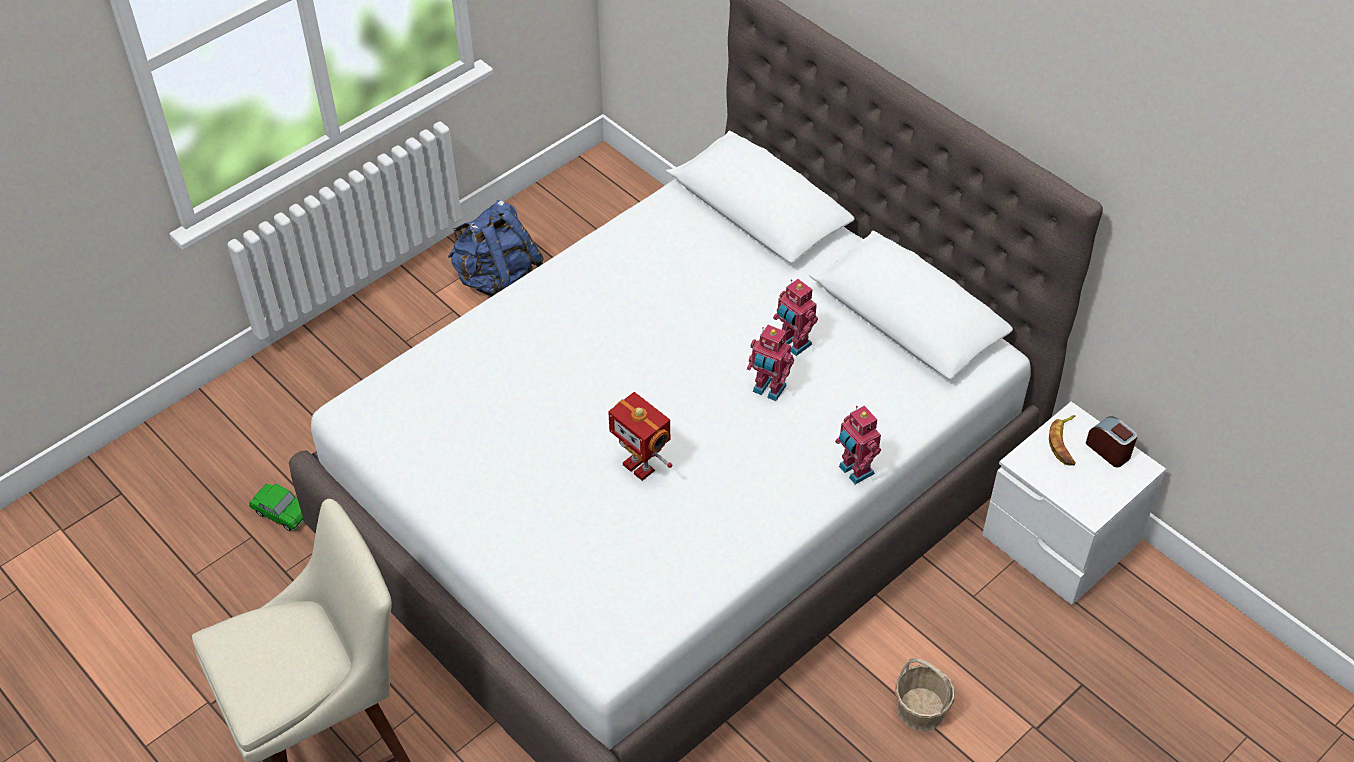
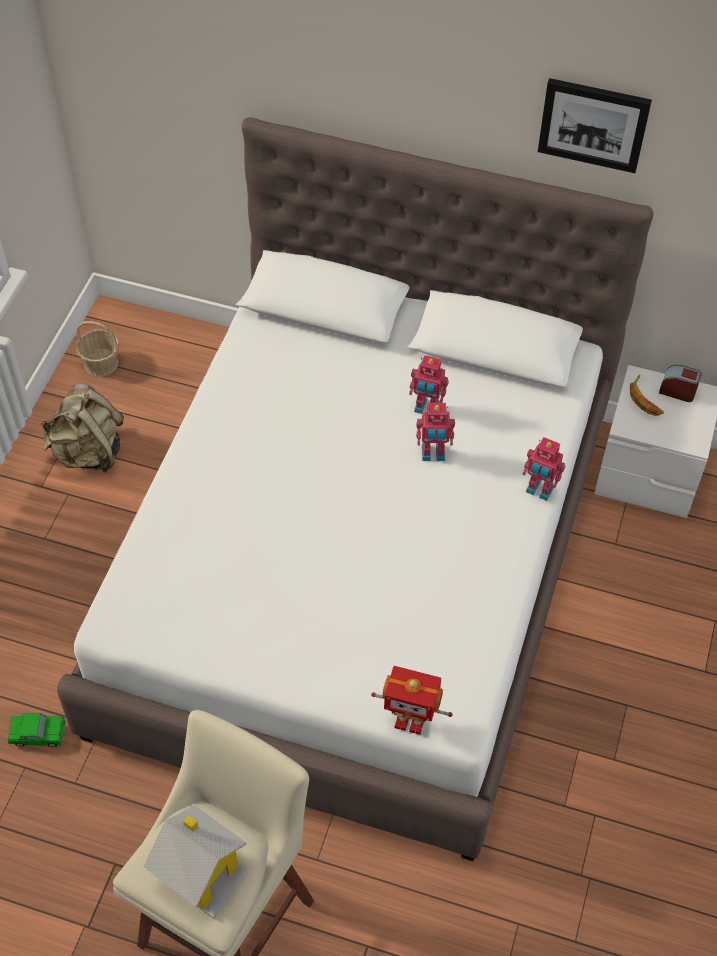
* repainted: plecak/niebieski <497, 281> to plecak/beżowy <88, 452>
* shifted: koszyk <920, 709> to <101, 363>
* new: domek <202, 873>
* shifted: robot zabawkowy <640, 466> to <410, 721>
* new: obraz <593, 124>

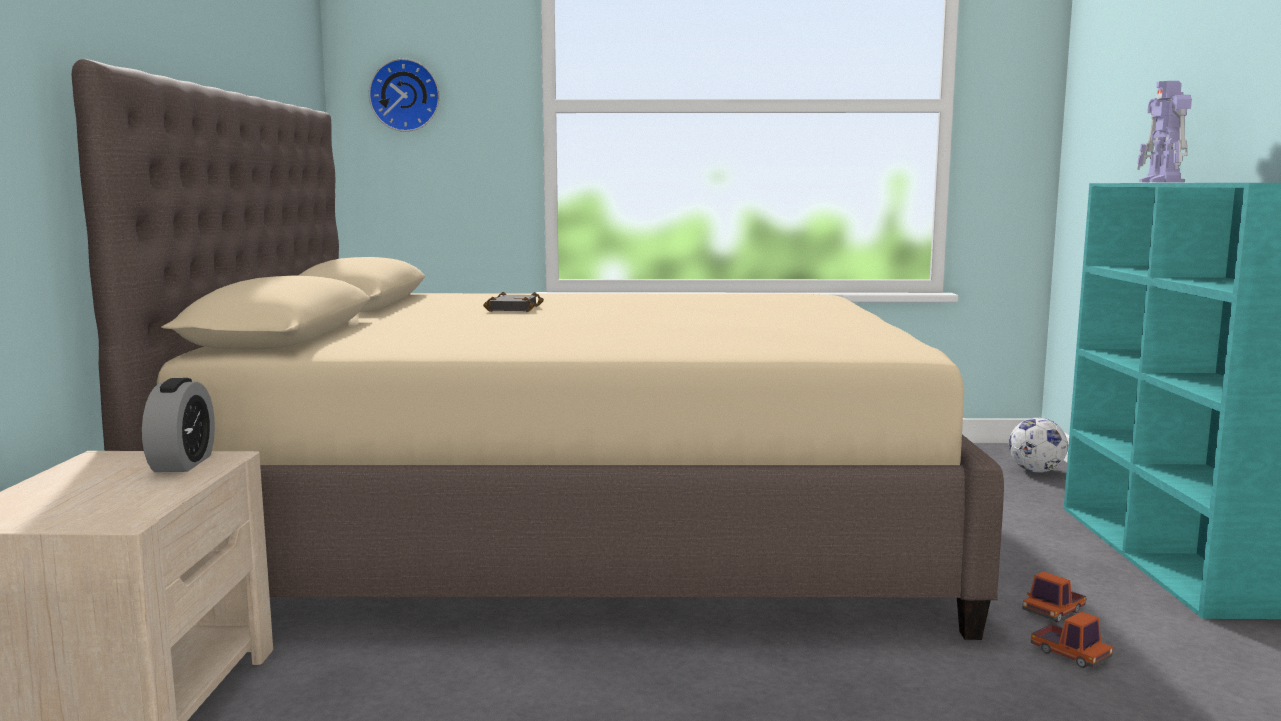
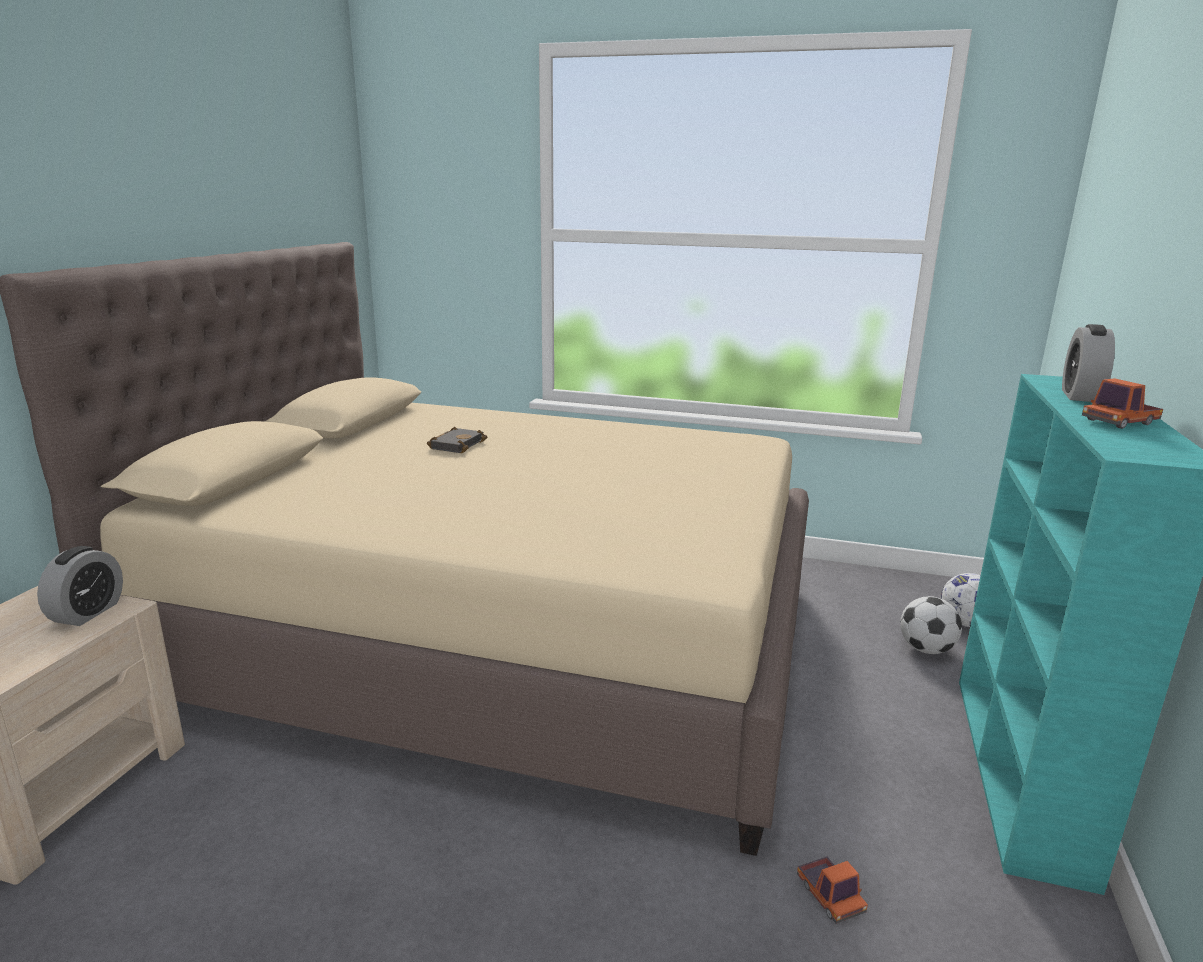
* new: piłka futbolowa <926, 649>
* swapped: robot zabawkowy <1161, 182> to budzik <1080, 396>
* shifted: ciężarówka zabawkowa <1053, 611> to <1119, 422>
* gone: zegar ścienny <405, 95>

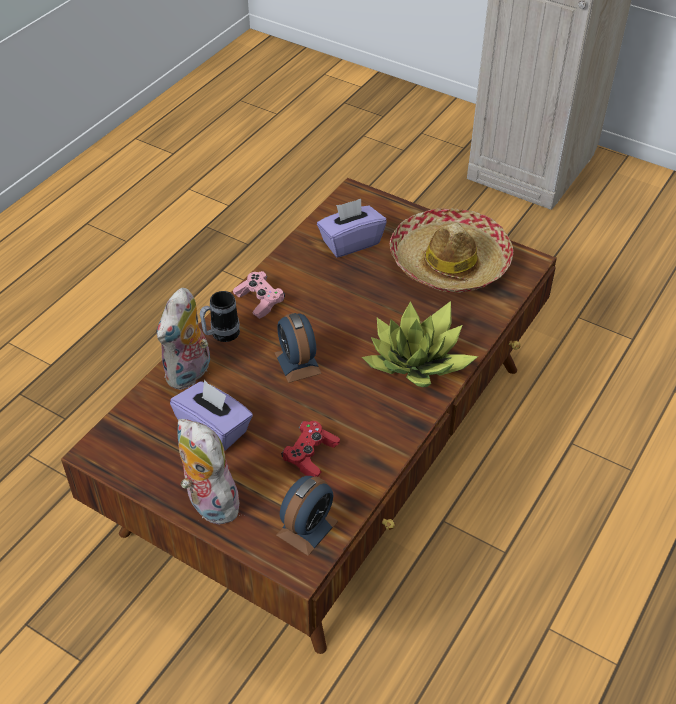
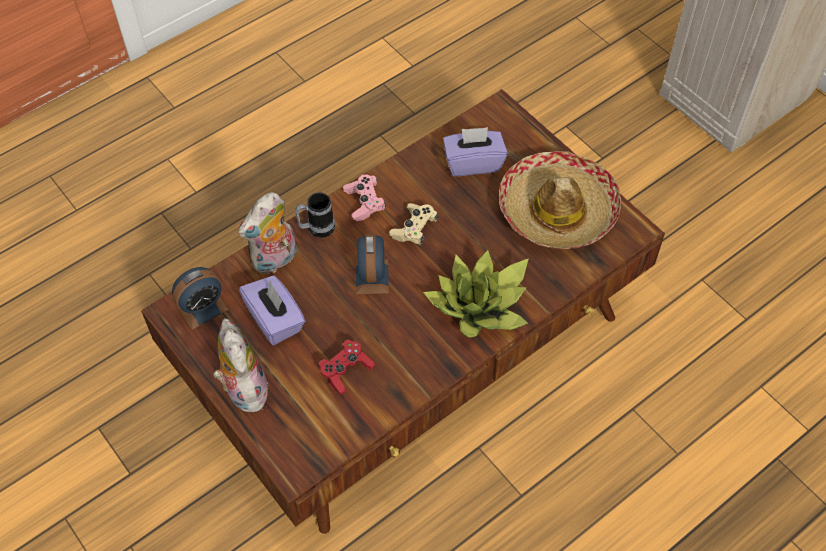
* shifted: budzik <307, 528> to <202, 308>
* new: pad do gier/beżowy <414, 229>

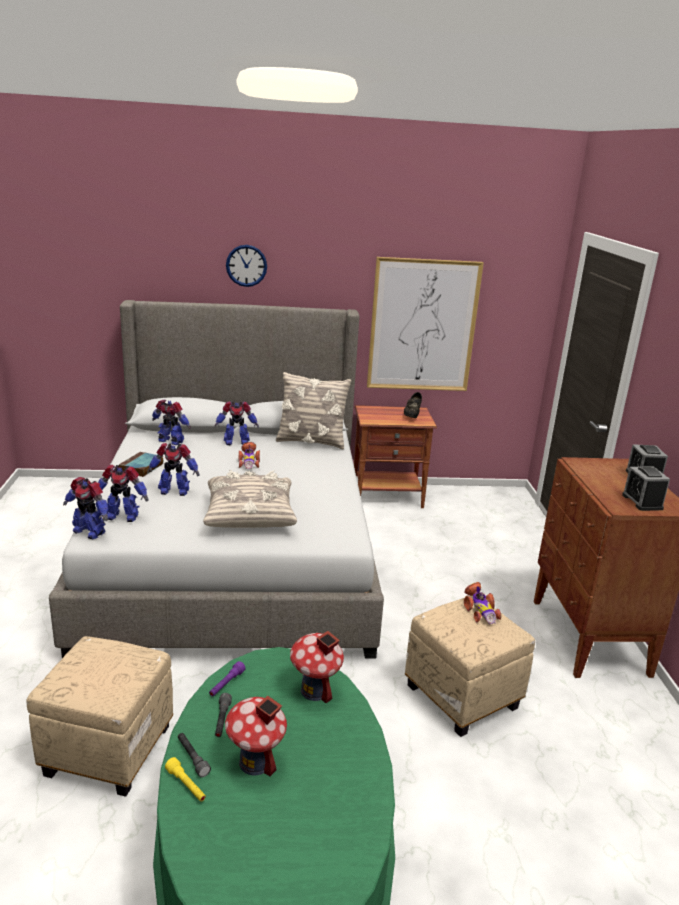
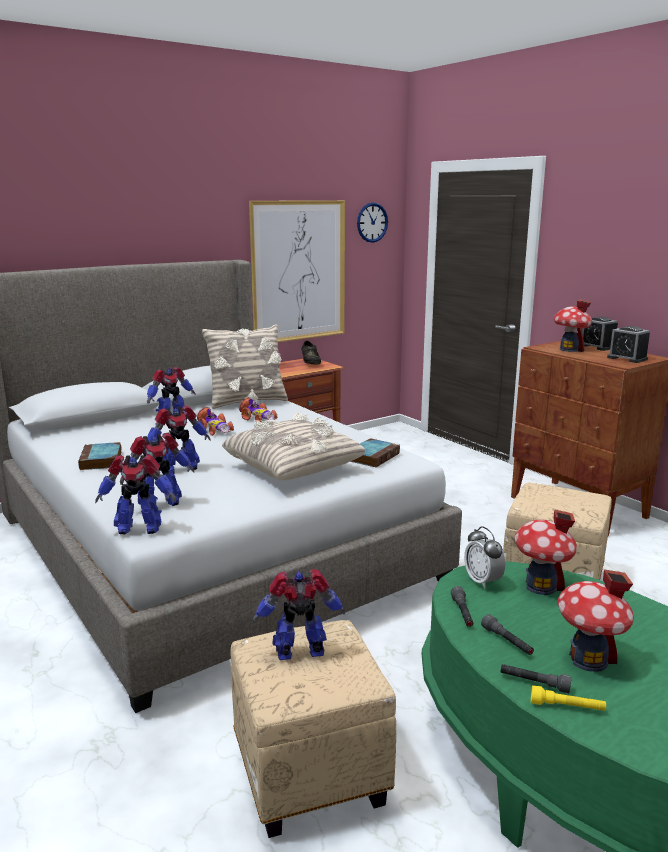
* shifted: samochodzik <480, 610> to <257, 418>
* shifted: robot zabawkowy <171, 442> to <301, 652>
* new: książka <373, 456>
* shifted: zegar ścienny <246, 265> to <372, 222>
* repainted: latarka/fioletowy <226, 684> to latarka/szary <462, 613>
* new: budzik <482, 581>
* new: domek <569, 349>

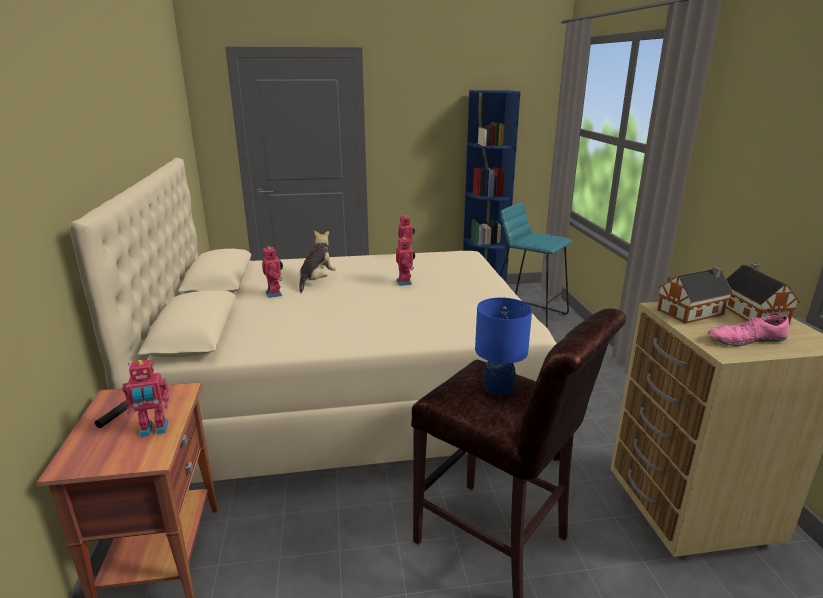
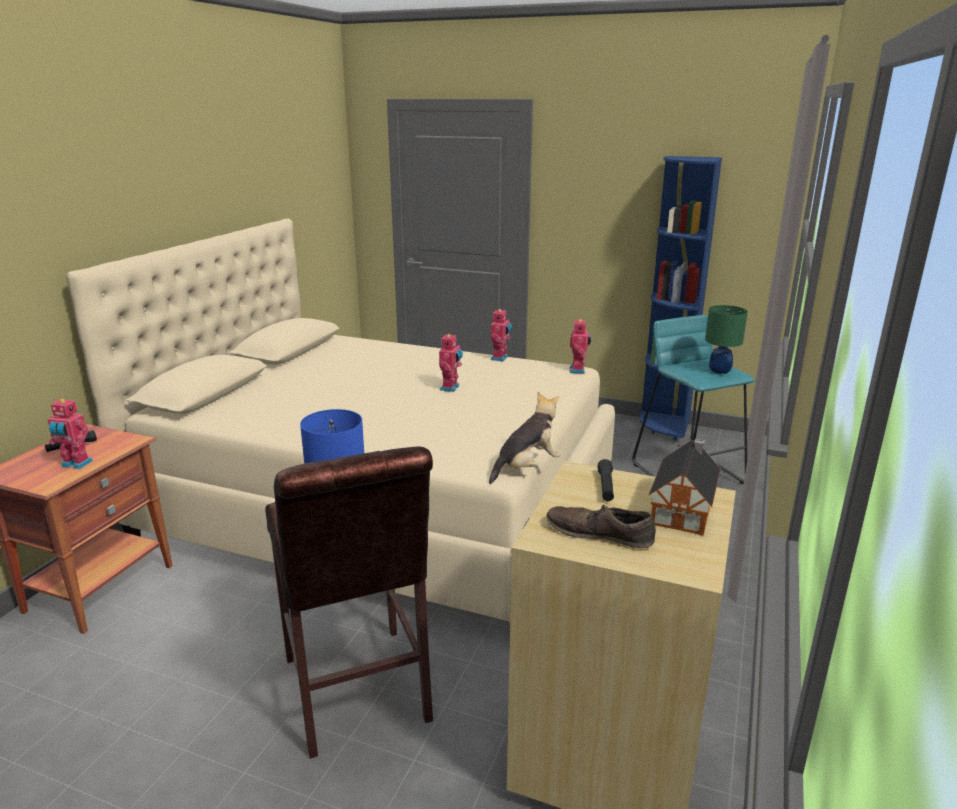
* shifted: pluszak <316, 281> to <526, 468>
* repainted: but/różowy <745, 340> to but/brązowy <599, 533>
* shifted: robot zabawkowy <275, 294> to <578, 370>
* swapped: domek <692, 312> to latarka/czarny <605, 487>
* new: lampa stołowa/zielony <720, 372>

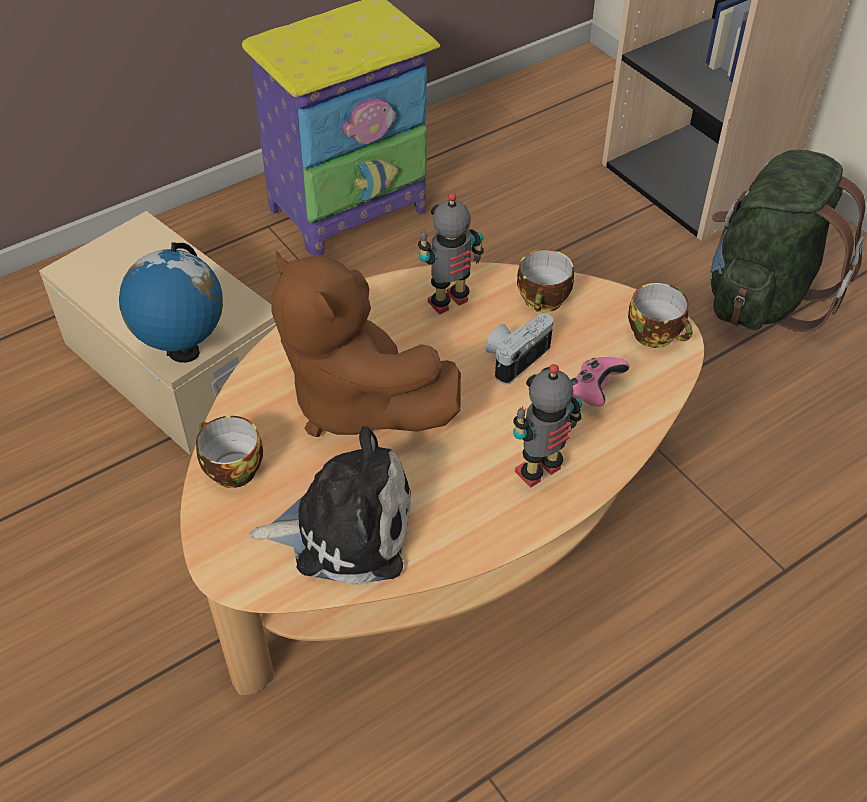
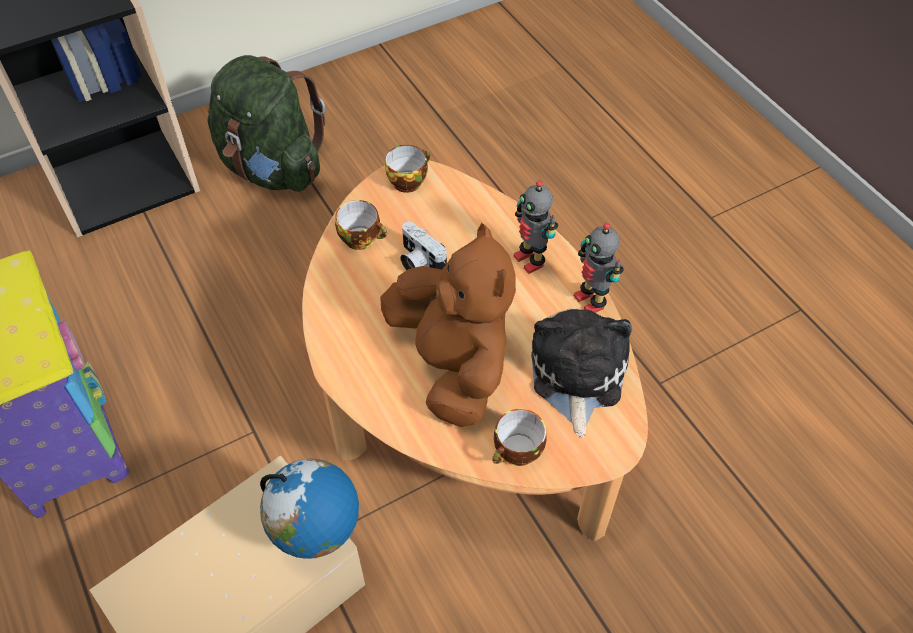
* rotated: pluszak/brązowy <356, 401> = <452, 365> 75 degrees counterclockwise
* shifted: robot zabawkowy <449, 303> to <591, 301>
* gone: pad do gier/różowy <594, 391>

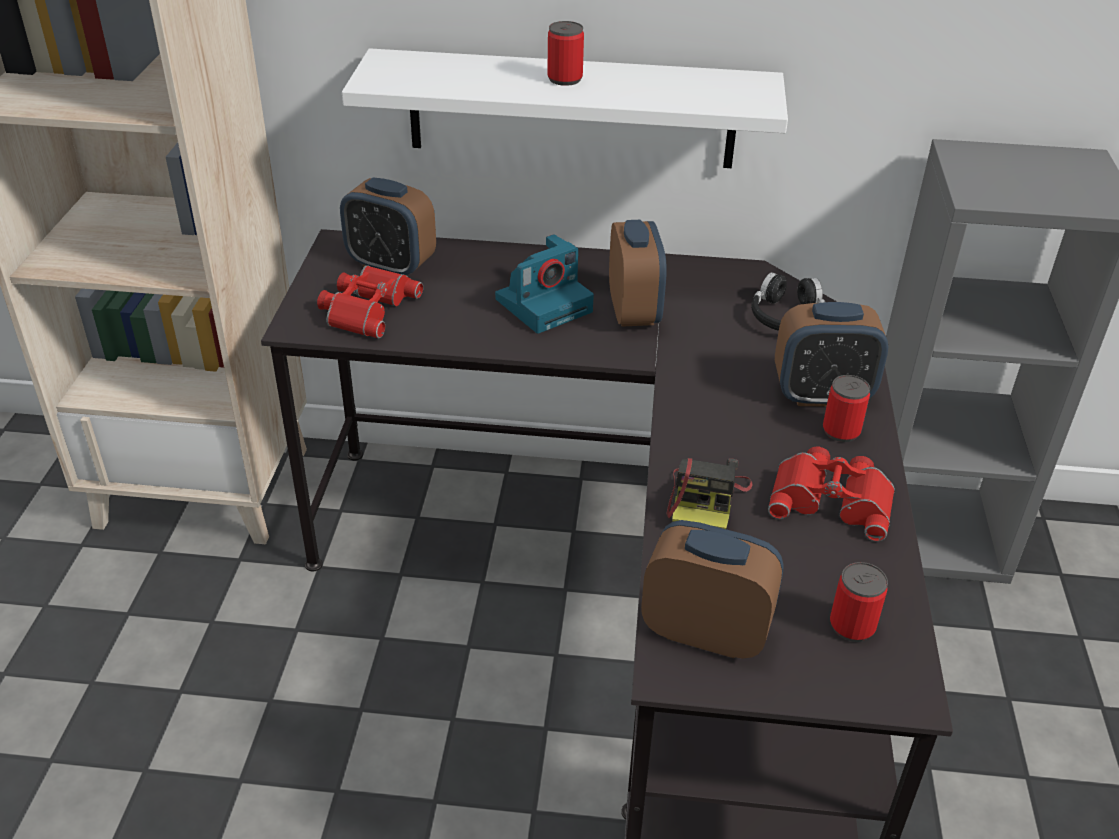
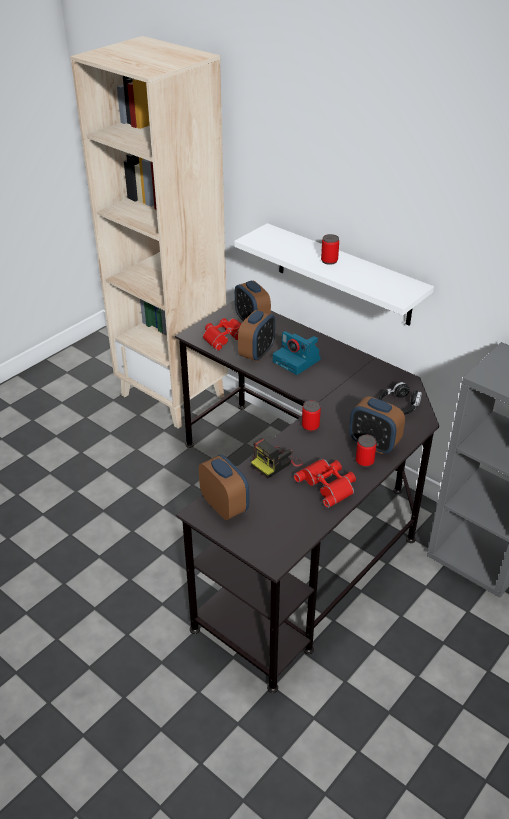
* shifted: budzik <634, 311> to <257, 353>
* rotated: aparat fotograficzny <545, 304> = <297, 361> 45 degrees clockwise
* shifted: puszka <852, 626> to <310, 426>

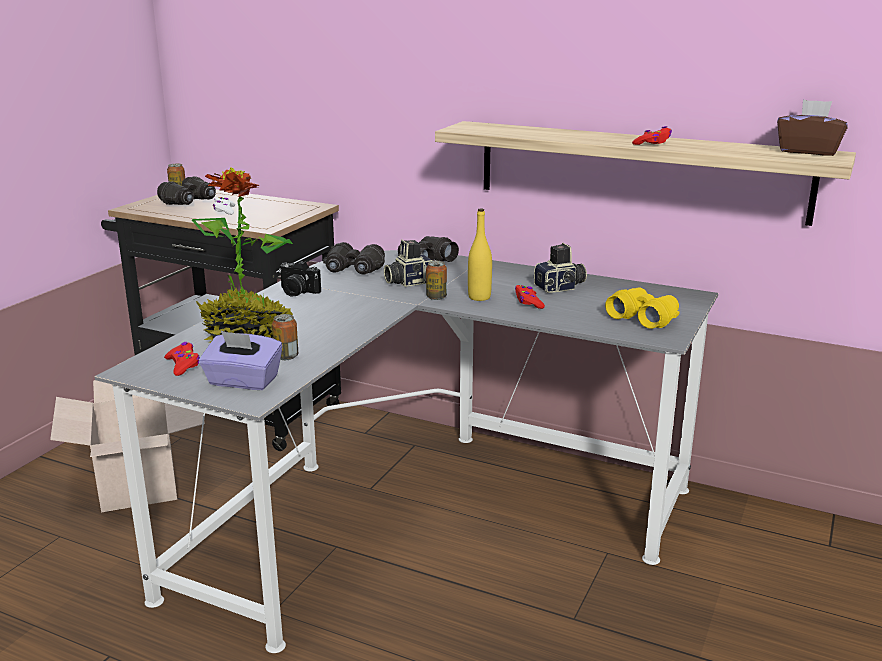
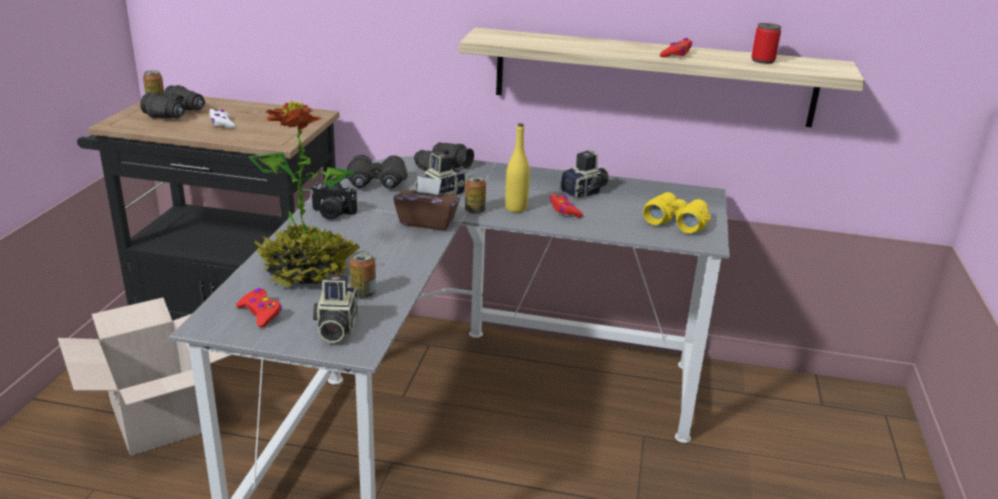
* swapped: pudełko chusteczek/fioletowy <243, 381> to aparat fotograficzny <335, 328>
* shifted: pudełko chusteczek/brązowy <808, 151> to <427, 222>
* new: puszka <763, 61>

